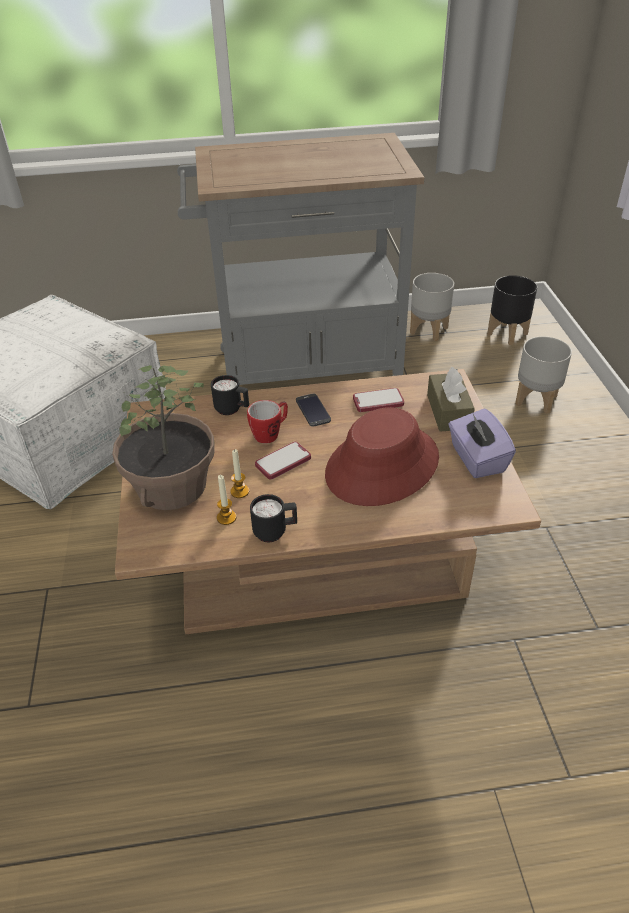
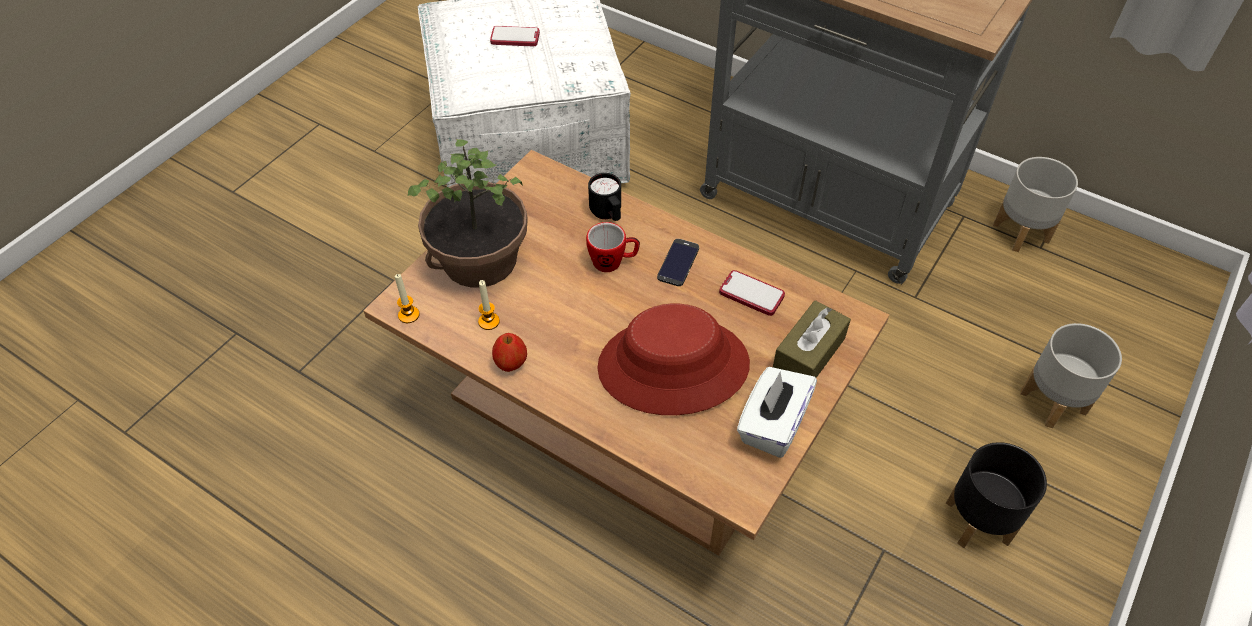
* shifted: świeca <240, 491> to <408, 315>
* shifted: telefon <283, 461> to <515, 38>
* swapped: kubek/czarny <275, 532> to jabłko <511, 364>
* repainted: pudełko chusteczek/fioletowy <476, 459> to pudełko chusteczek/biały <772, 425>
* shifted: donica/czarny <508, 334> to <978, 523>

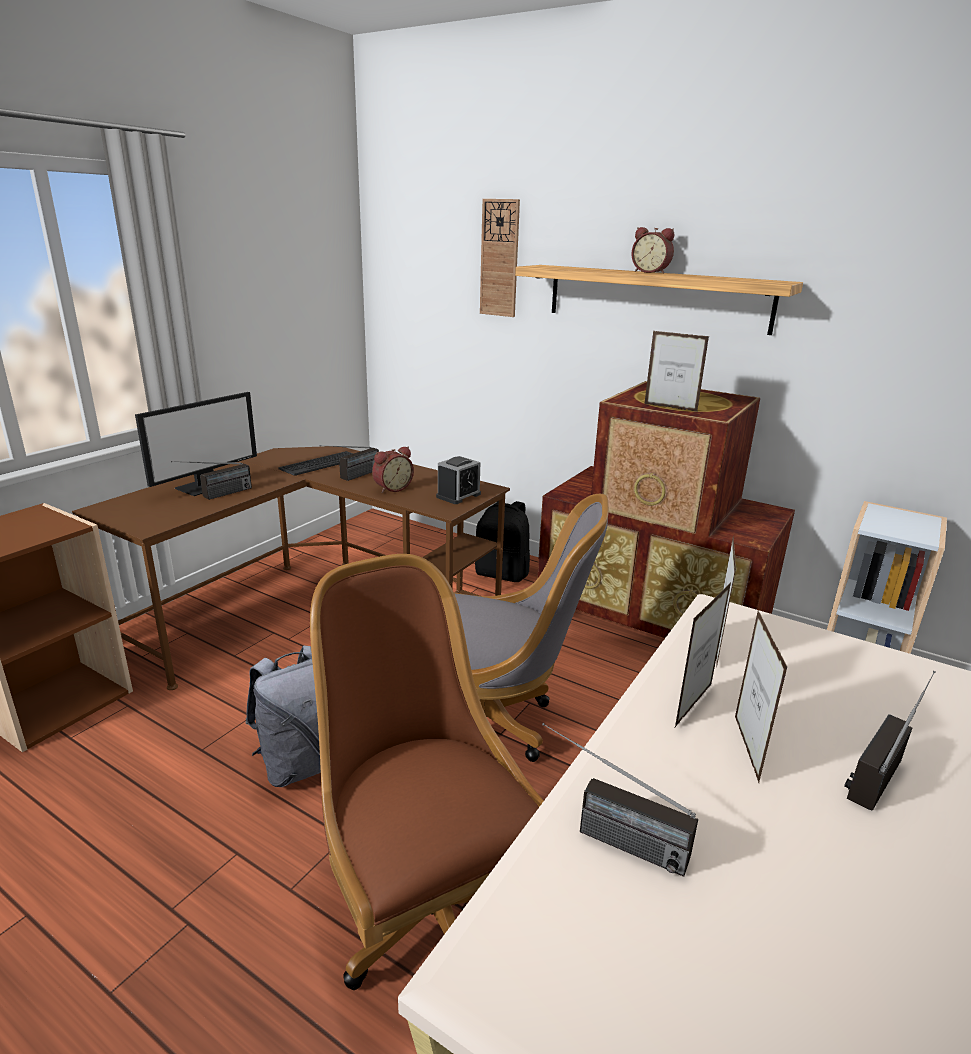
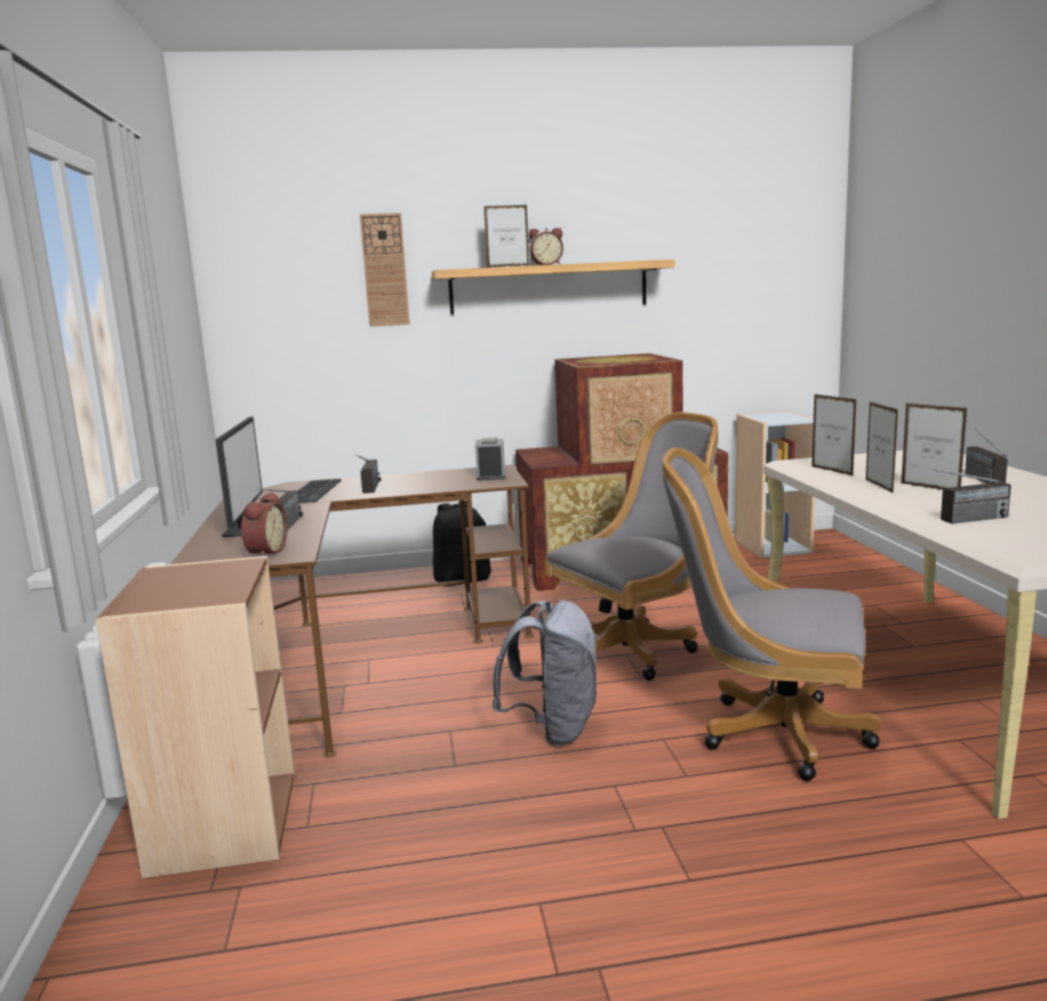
* shifted: budzik <392, 488> to <264, 552>
* shifted: ramka na zdjęcie <670, 407> to <508, 266>
* repainted: krzesło biurowe/brązowy <424, 903> to krzesło biurowe/szary <768, 733>

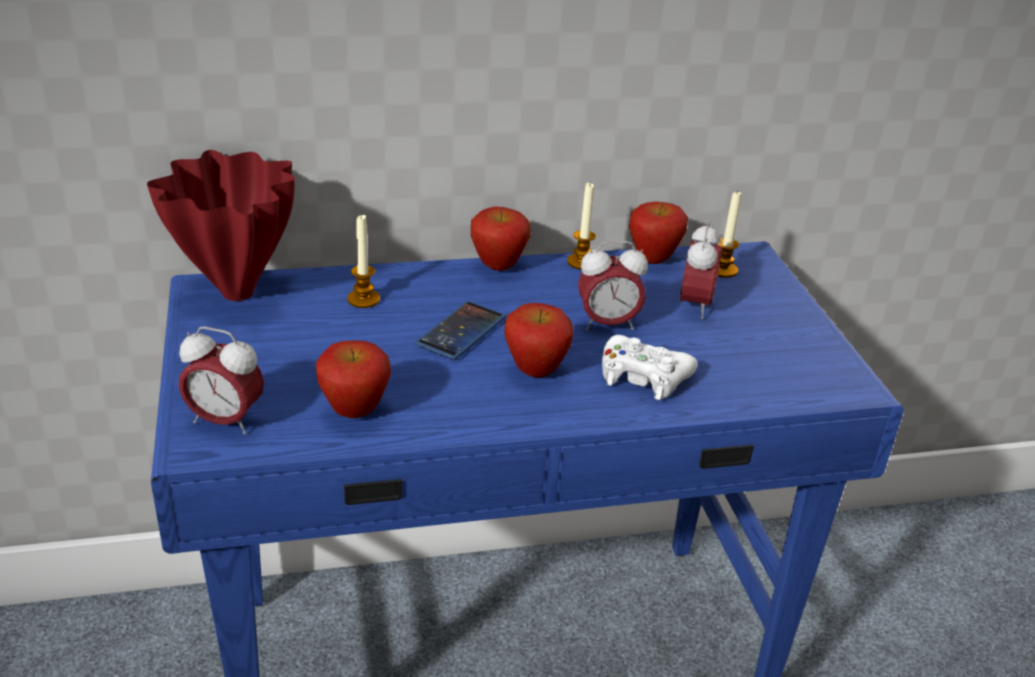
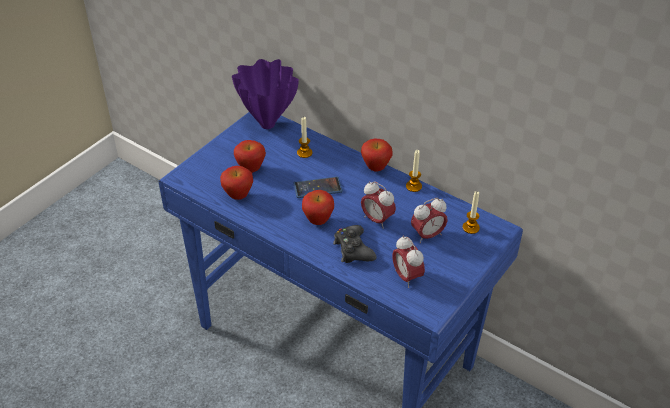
* repainted: wazon/czerwony <237, 291> to wazon/fioletowy <268, 124>
* shifted: jabłko <653, 259> to <251, 169>
* repainted: pad do gier/biały <643, 377> to pad do gier/czarny <353, 249>
* shifted: budzik <225, 421> to <406, 277>

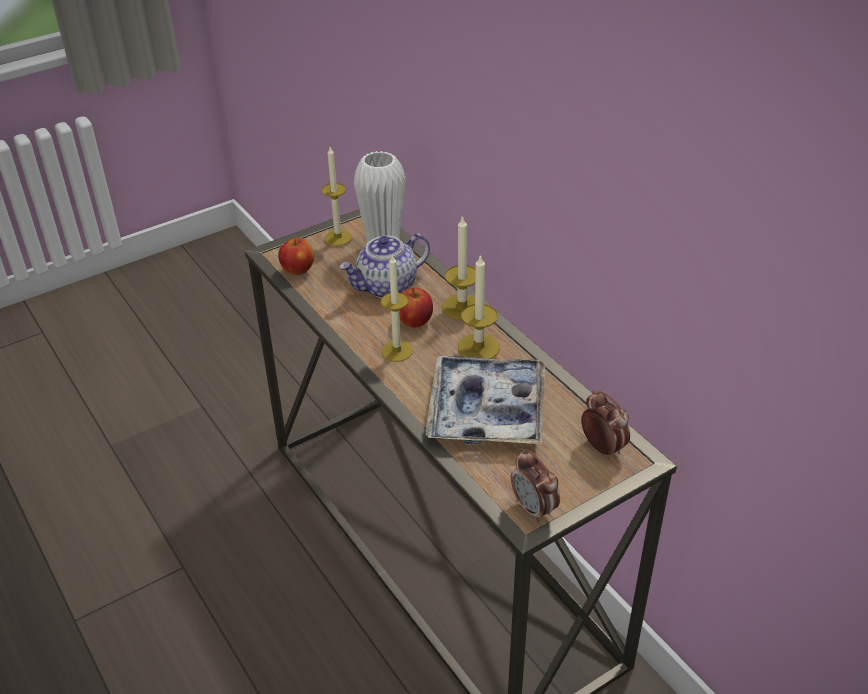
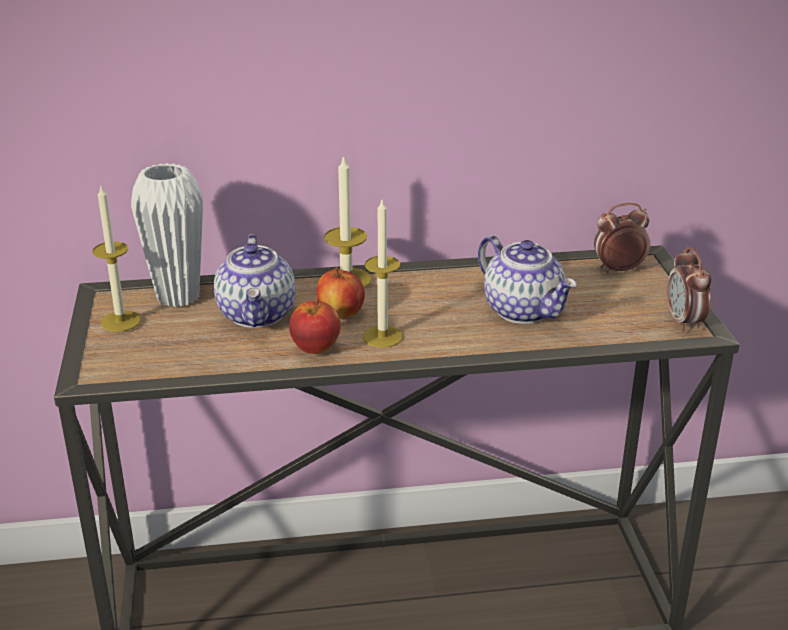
* shifted: jabłko <298, 270> to <315, 347>
* swapped: taca <487, 410> to imbryk <524, 310>
* rotated: budzik <534, 509> = <684, 322> 90 degrees clockwise
* gone: świeca <478, 347>

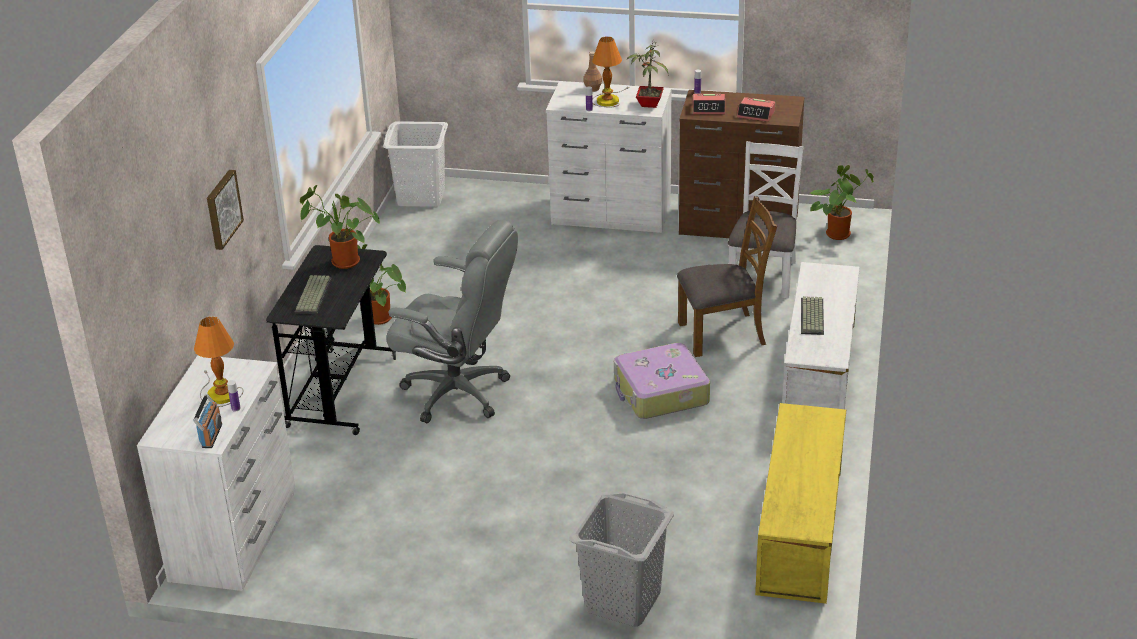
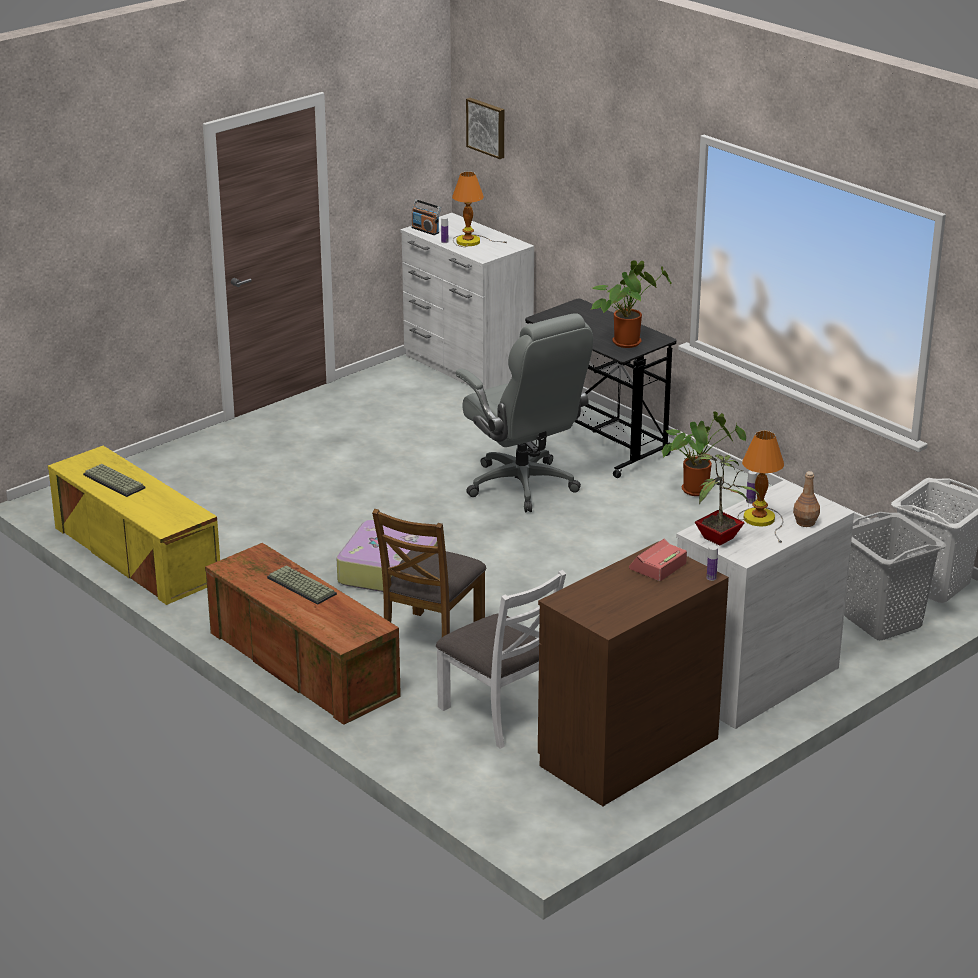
* shifted: klawiatura <312, 295> to <115, 481>
* repainted: ławka/biały <821, 369> to ławka/brązowy <300, 664>
* rotated: krzesło biurowe/szary <458, 394> = <523, 486> 90 degrees counterclockwise
* shifted: obraz <222, 209> to <487, 127>
* shifted: kosz na pranie/szary <623, 601> to <882, 621>
* gone: budzik <756, 114>
* gone: roślina doniczkowa <838, 233>

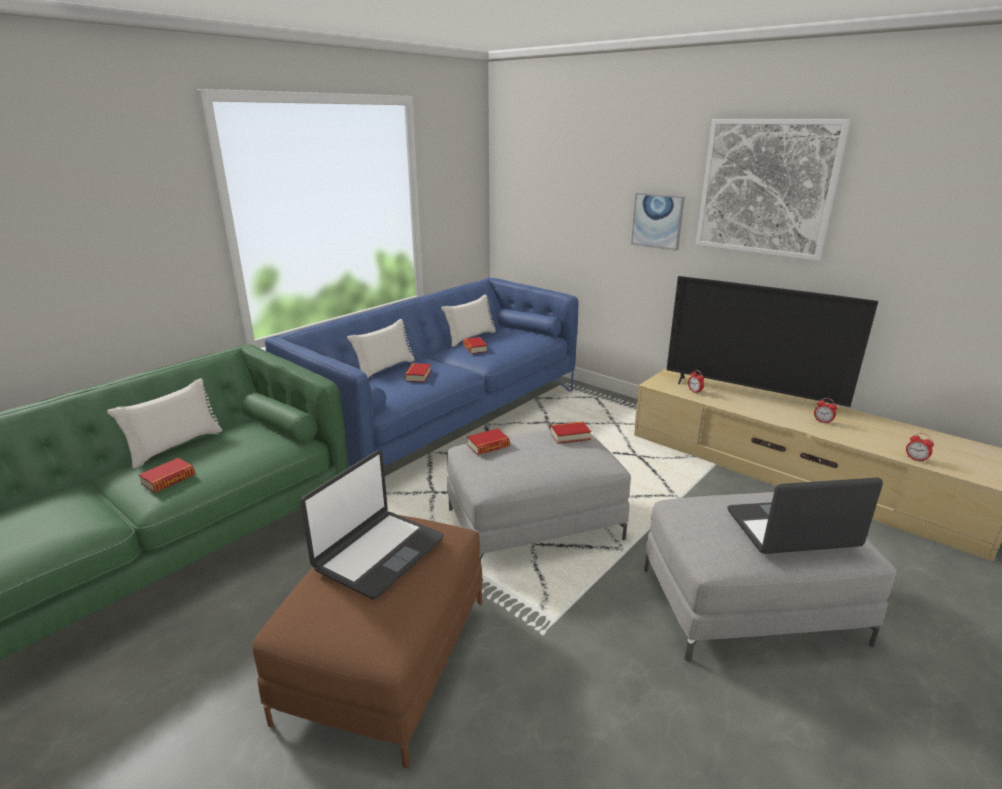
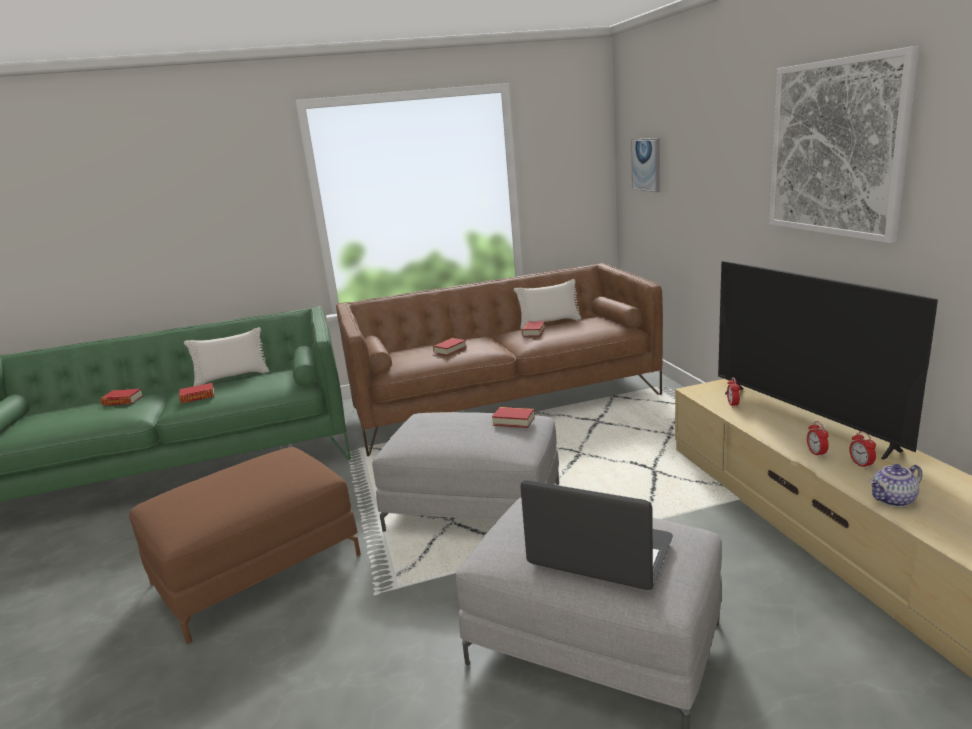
* shifted: książka <488, 446> to <122, 401>
* repainted: kanapa/niebieski <443, 419> to kanapa/brązowy <502, 401>
* shifted: obraz <657, 221> to <646, 164>
* shifted: budzik <915, 459> to <816, 453>
* new: imbryk <893, 500>
* gone: laptop <378, 553>
* gone: poduszka/biały <384, 369>

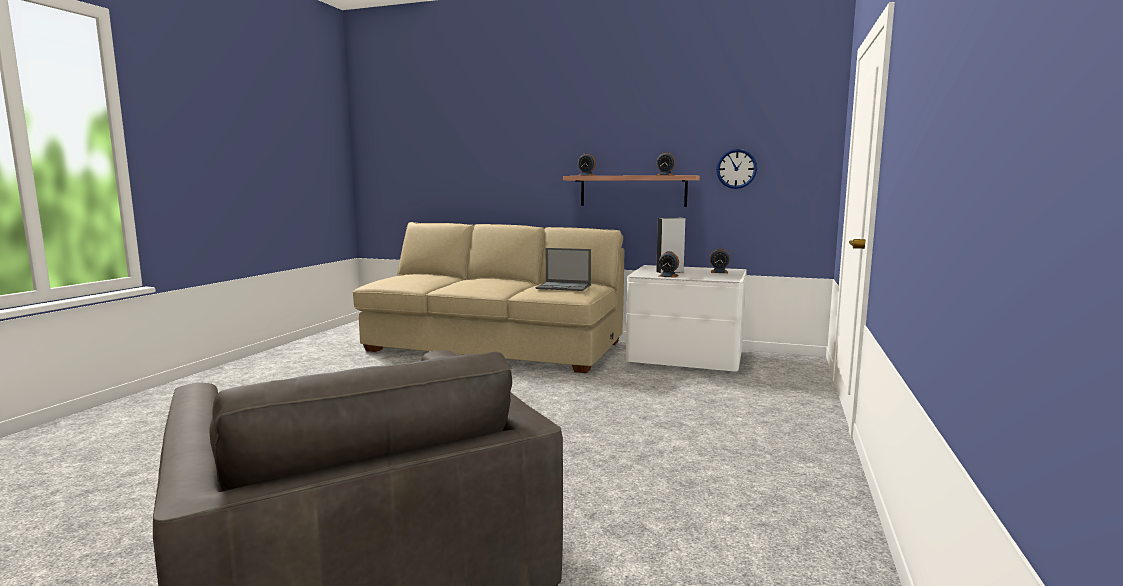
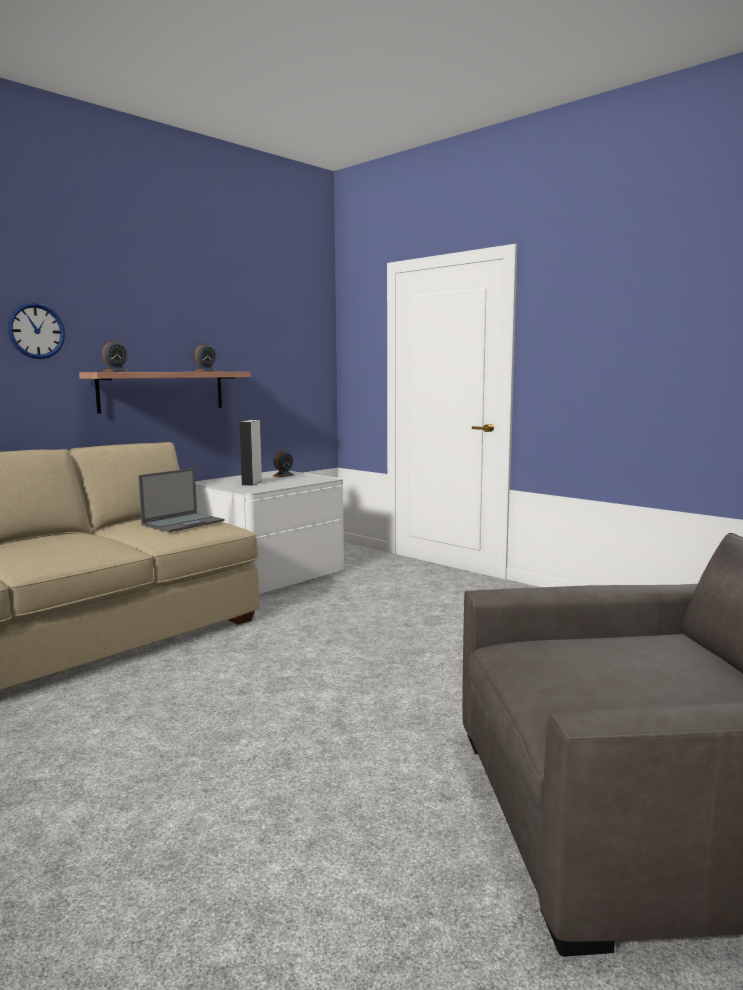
* shifted: zegar ścienny <736, 169> to <36, 331>
* gone: budzik <668, 276>

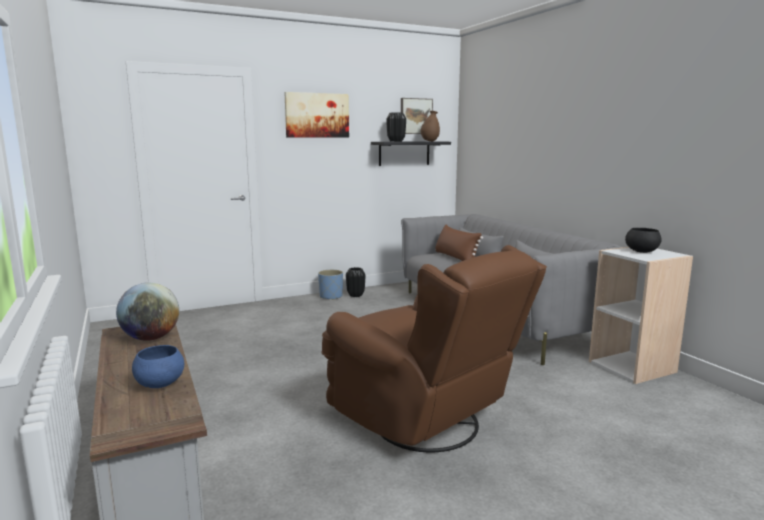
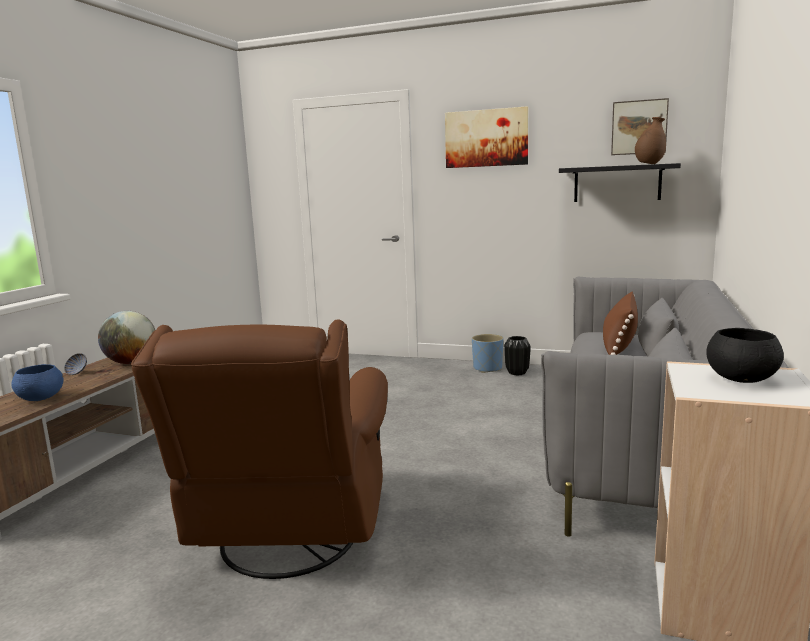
* new: miska <77, 373>
* gone: wazon/czarny <395, 141>

